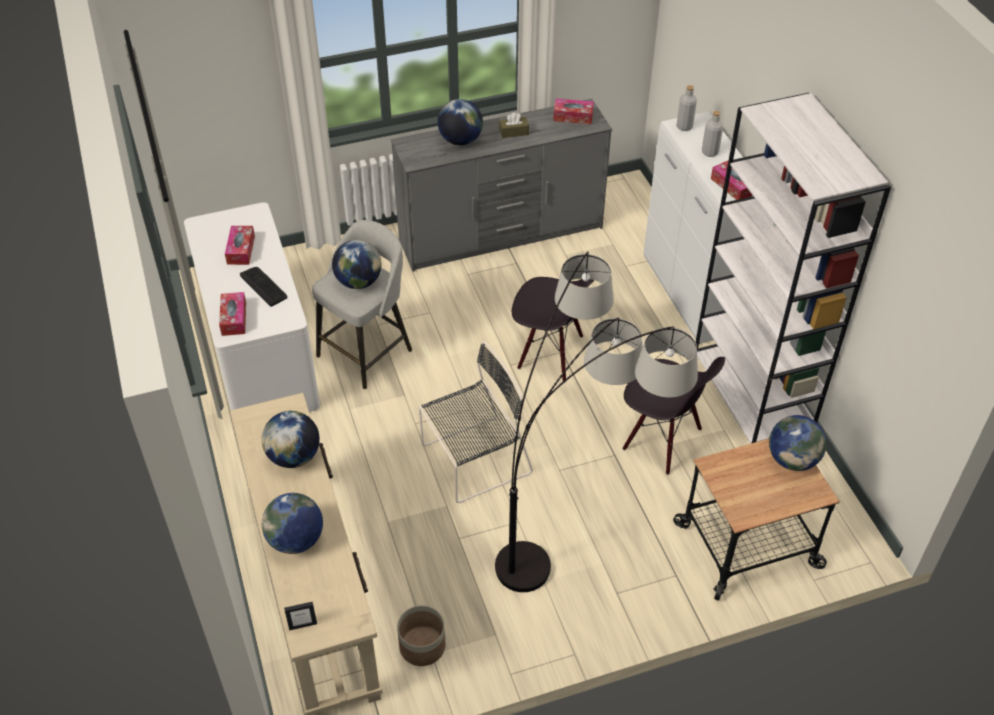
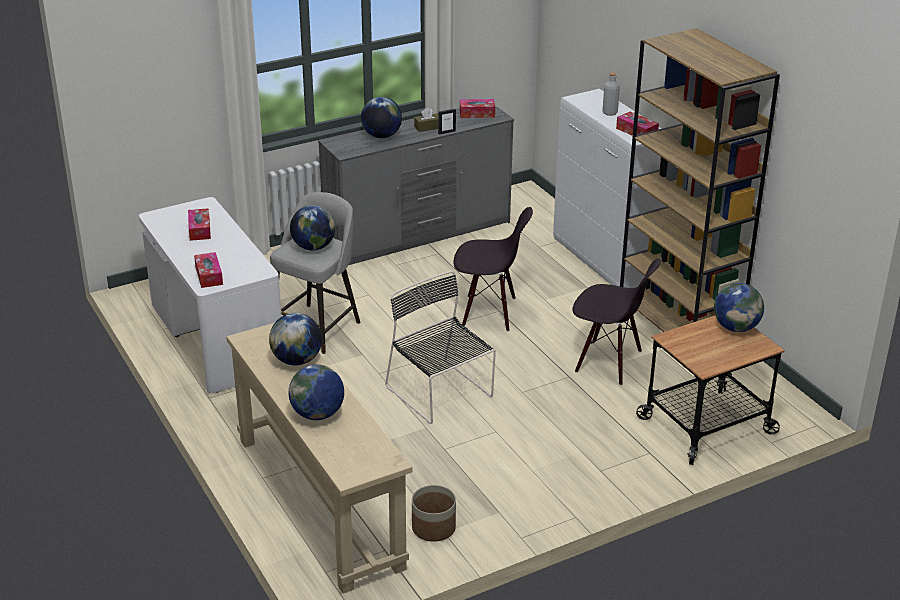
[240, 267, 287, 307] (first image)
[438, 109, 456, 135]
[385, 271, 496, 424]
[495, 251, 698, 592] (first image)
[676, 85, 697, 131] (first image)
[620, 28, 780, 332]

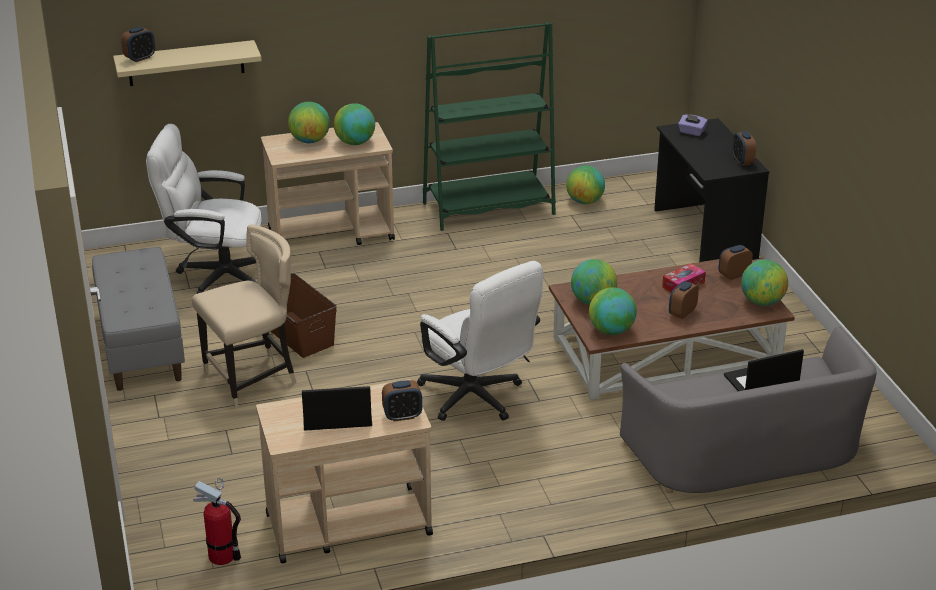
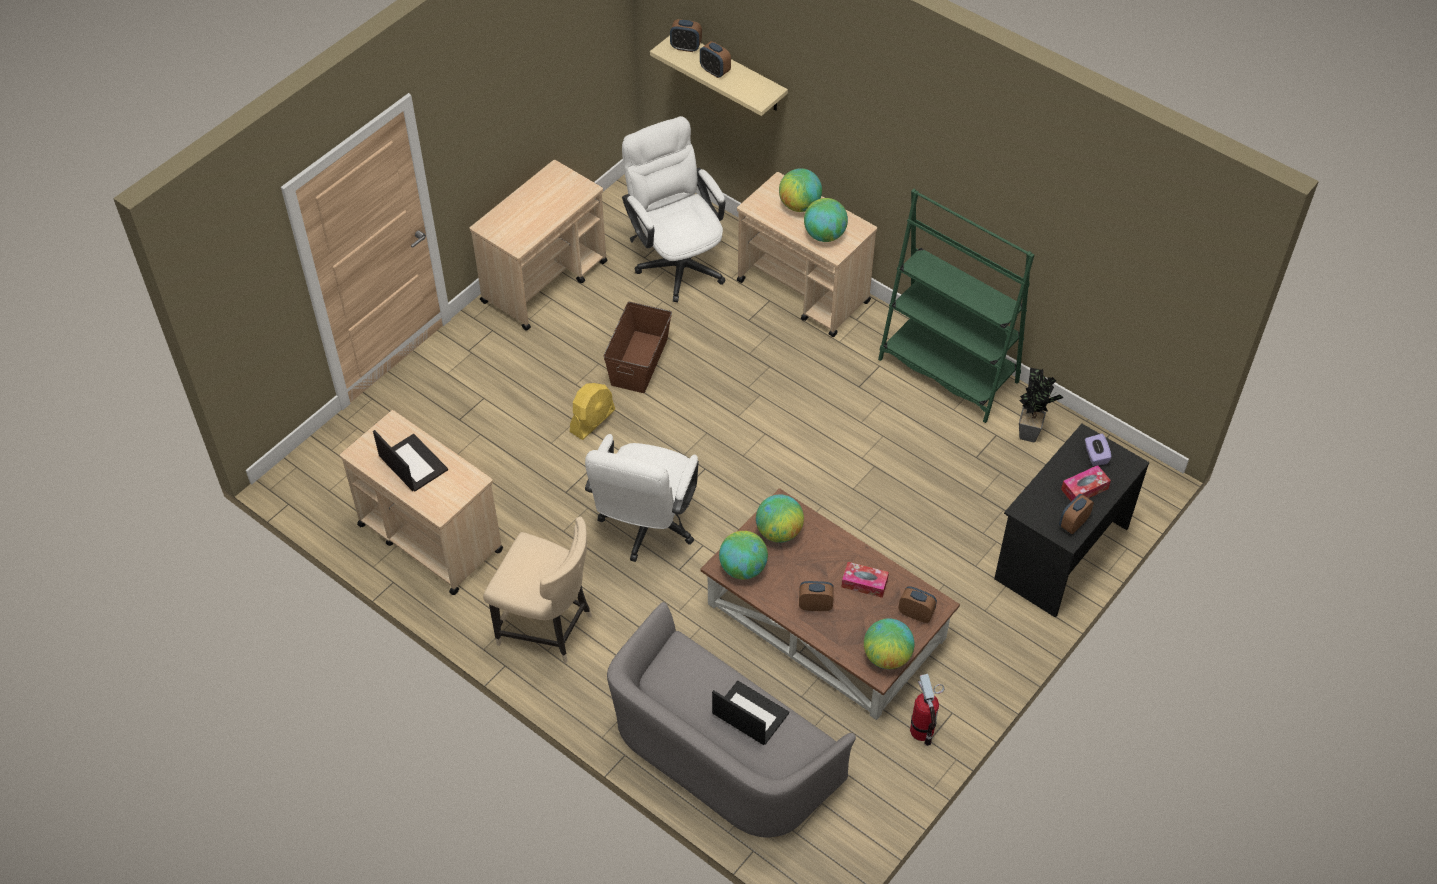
[470, 160, 608, 331]
[483, 517, 592, 663]
[910, 674, 944, 746]
[700, 41, 731, 78]
[1019, 368, 1064, 442]
[570, 383, 615, 440]
[1061, 465, 1111, 501]

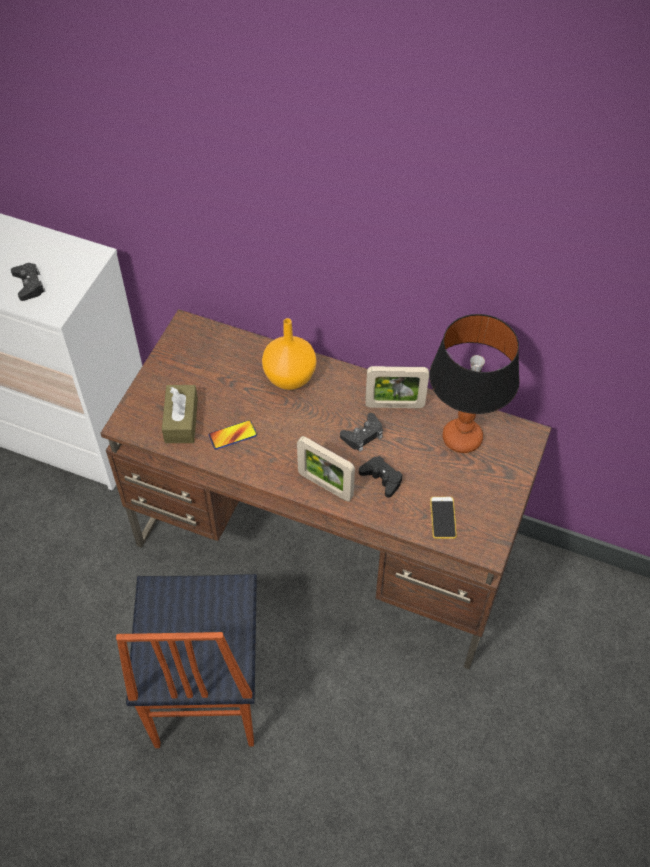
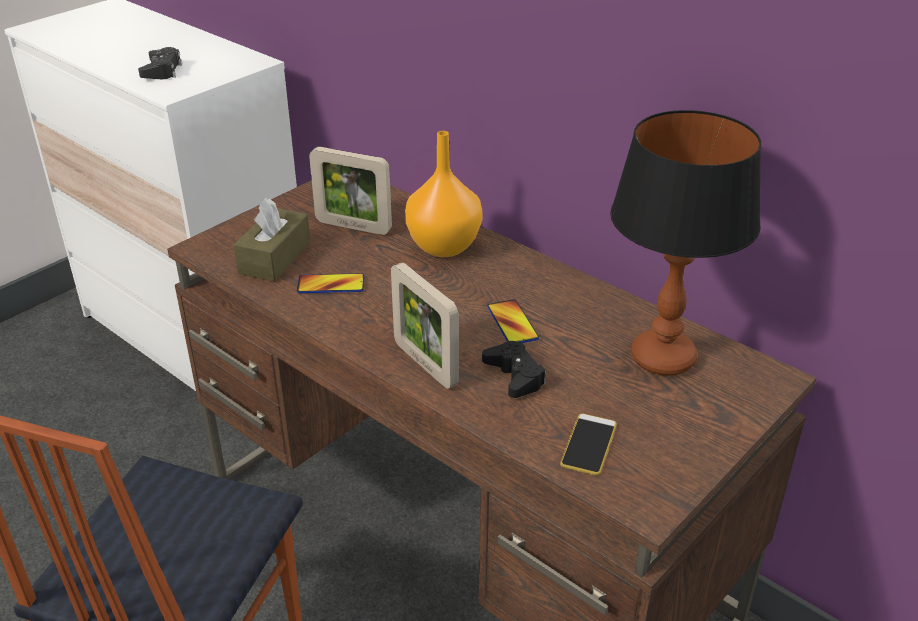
[487, 299, 539, 343]
[309, 147, 392, 235]

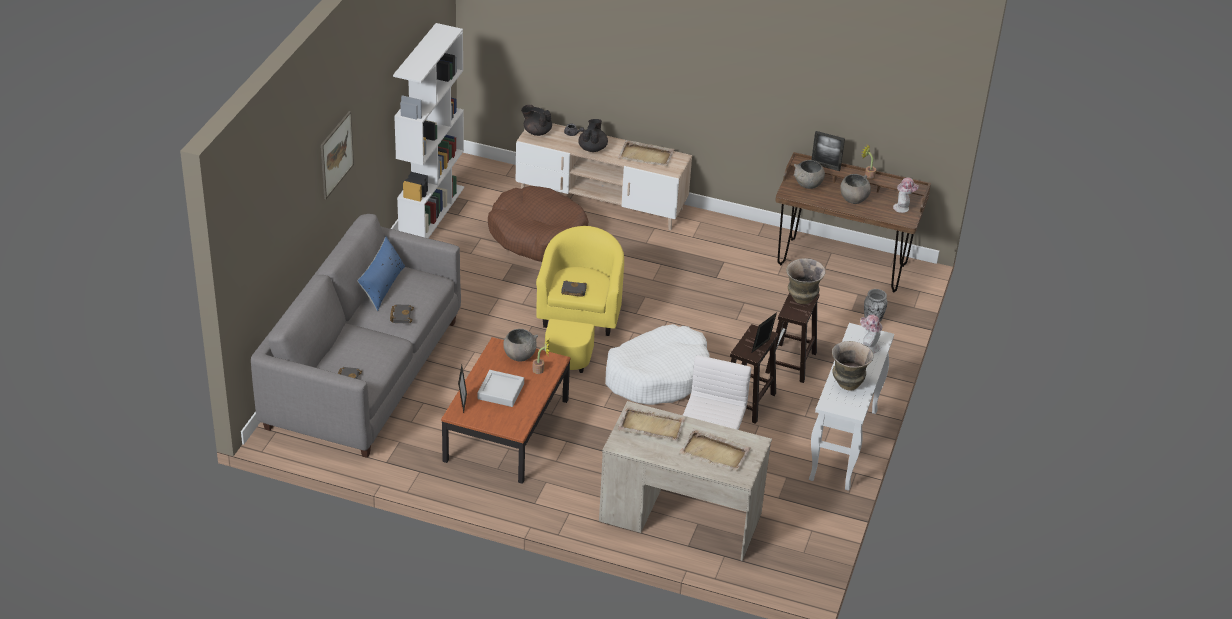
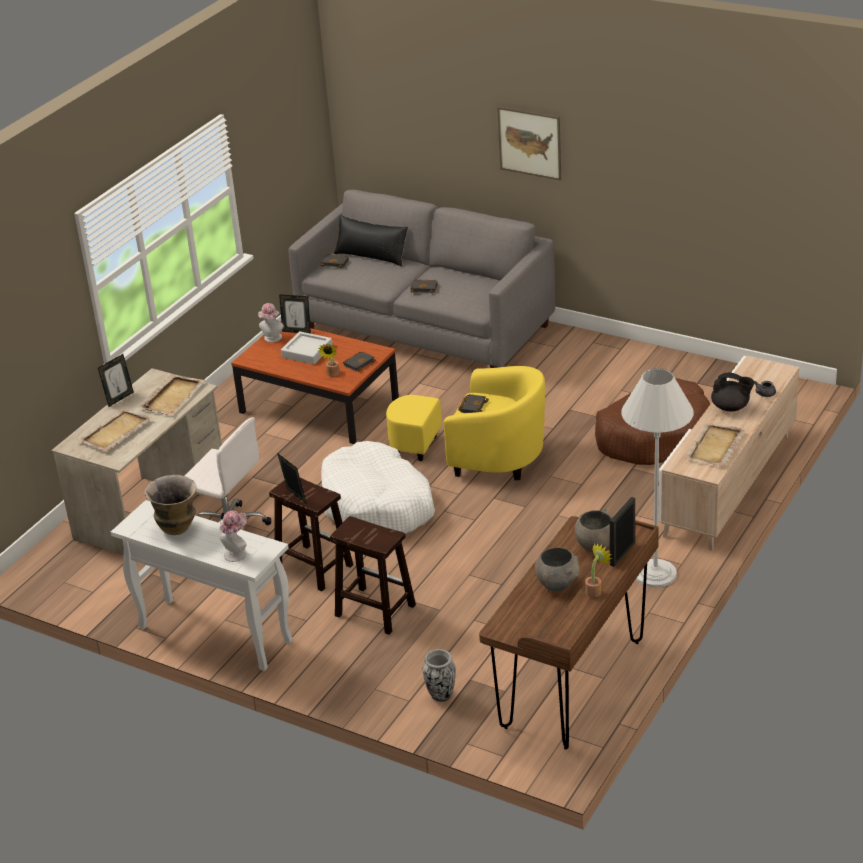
[357, 236, 405, 311] (first image)
[393, 23, 464, 238] (first image)
[343, 351, 376, 372]
[521, 105, 552, 136] (first image)
[786, 258, 826, 304] (first image)
[258, 303, 284, 342]
[98, 354, 134, 407]
[334, 215, 408, 266]
[621, 368, 694, 588]

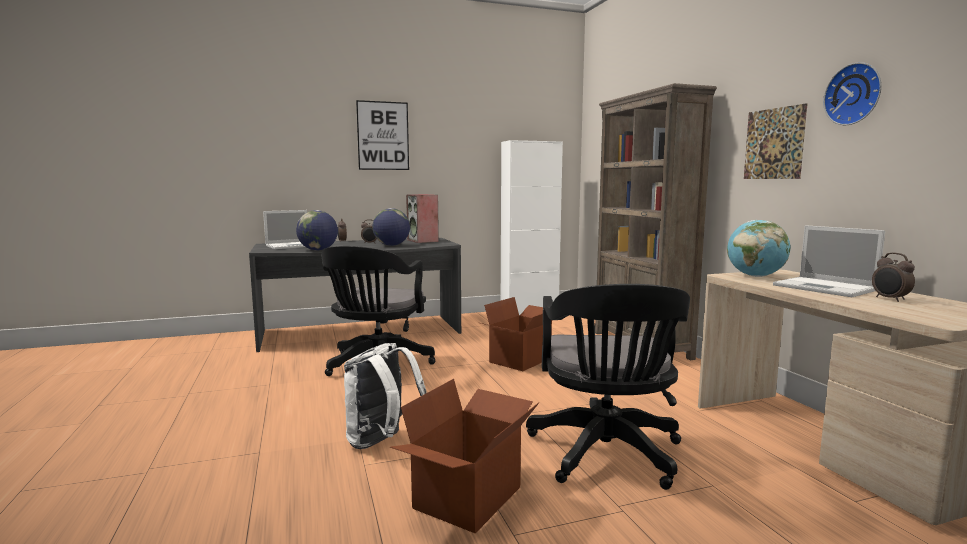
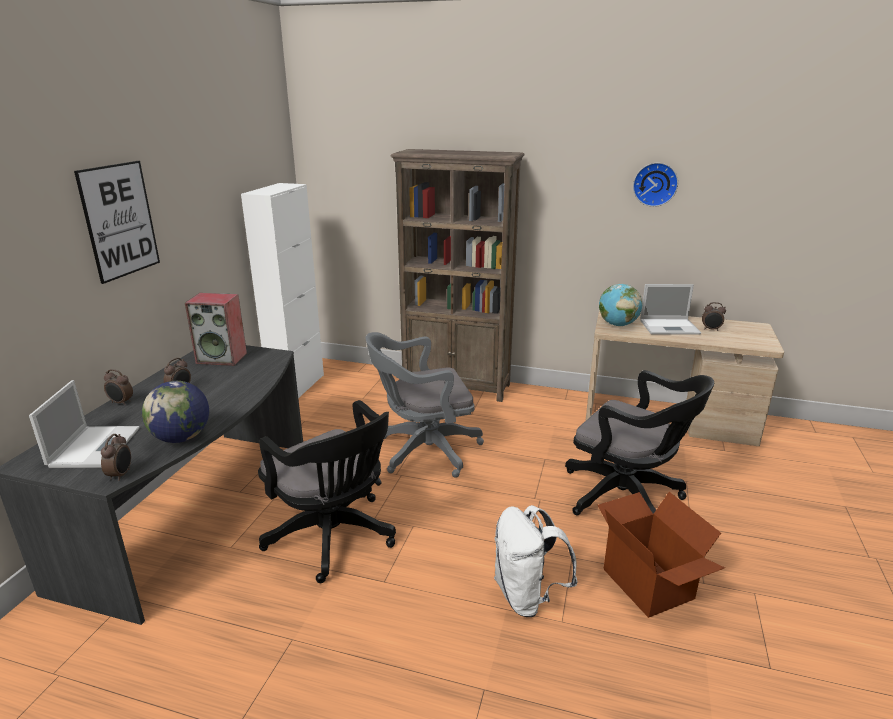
[372, 208, 410, 246] (first image)
[365, 332, 484, 478]
[744, 103, 807, 179] (first image)
[101, 434, 131, 481]

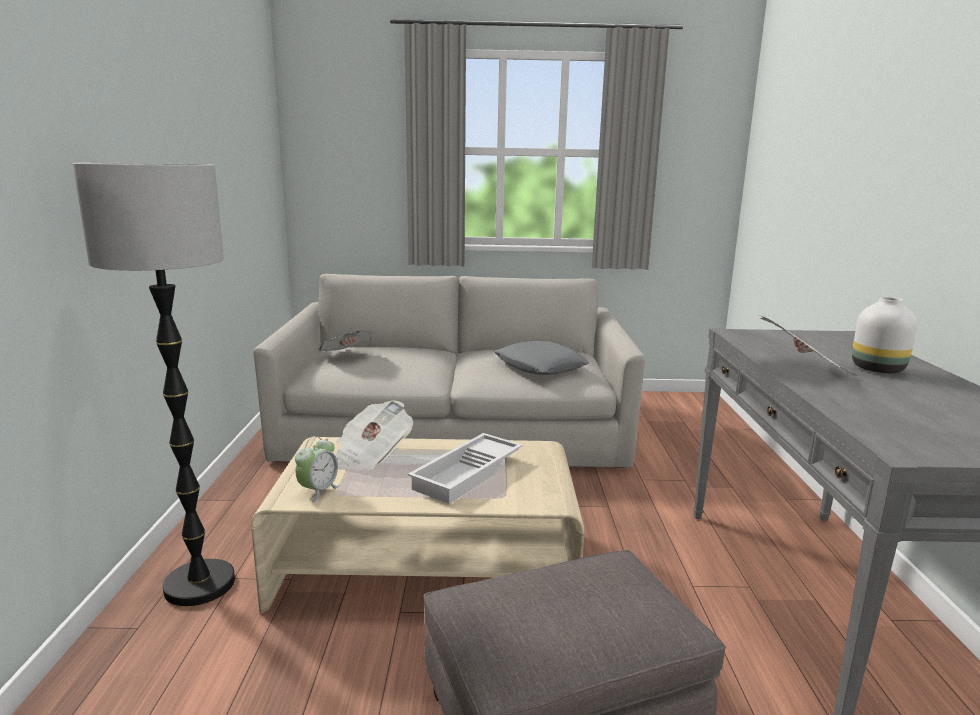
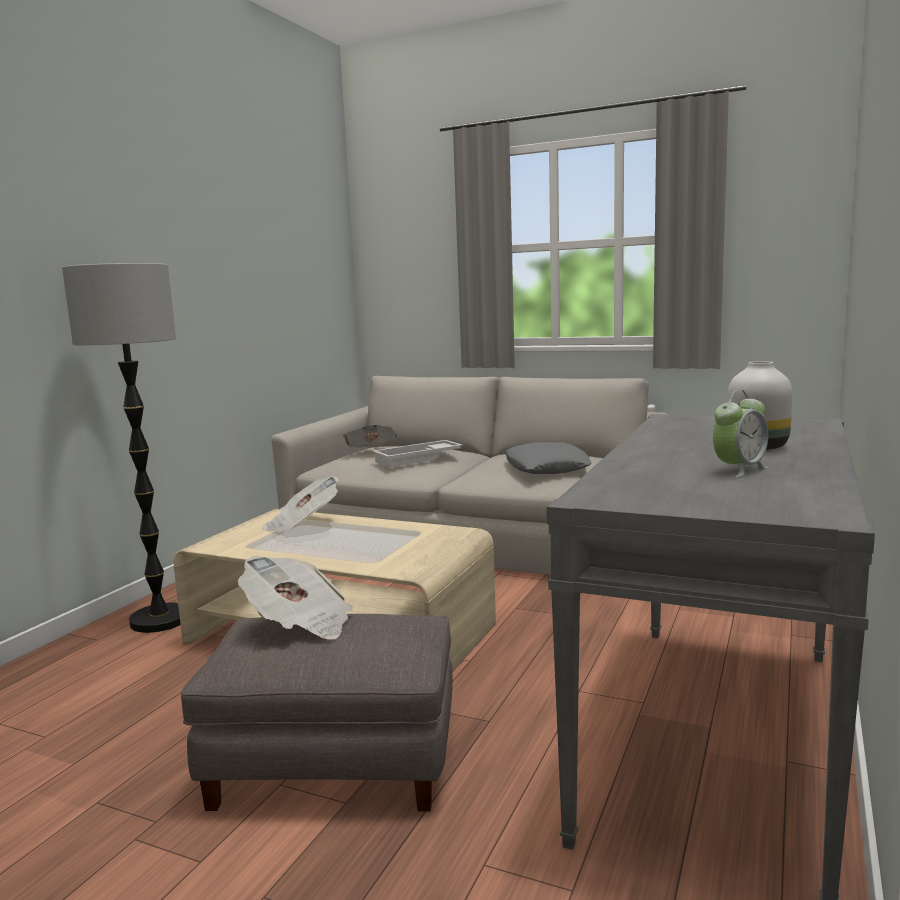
[713, 390, 768, 477]
[372, 440, 463, 468]
[238, 556, 353, 640]

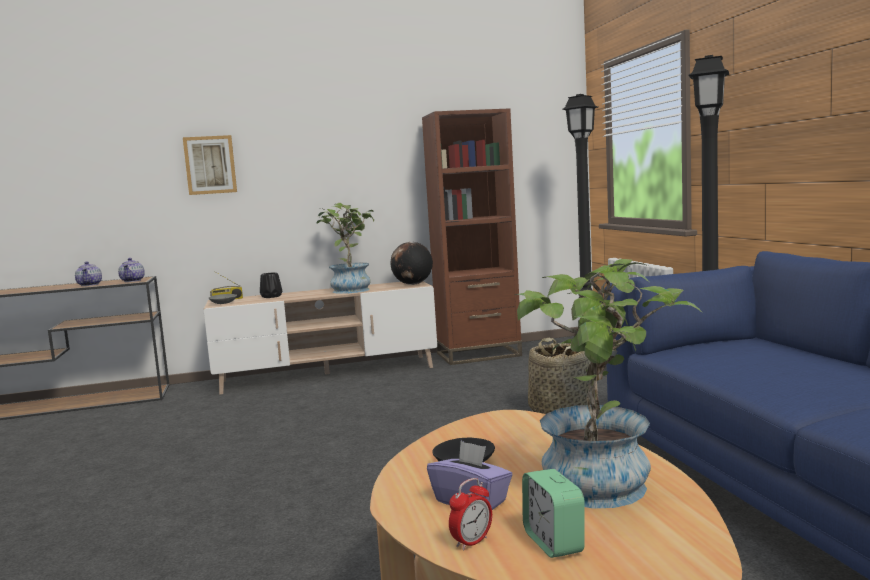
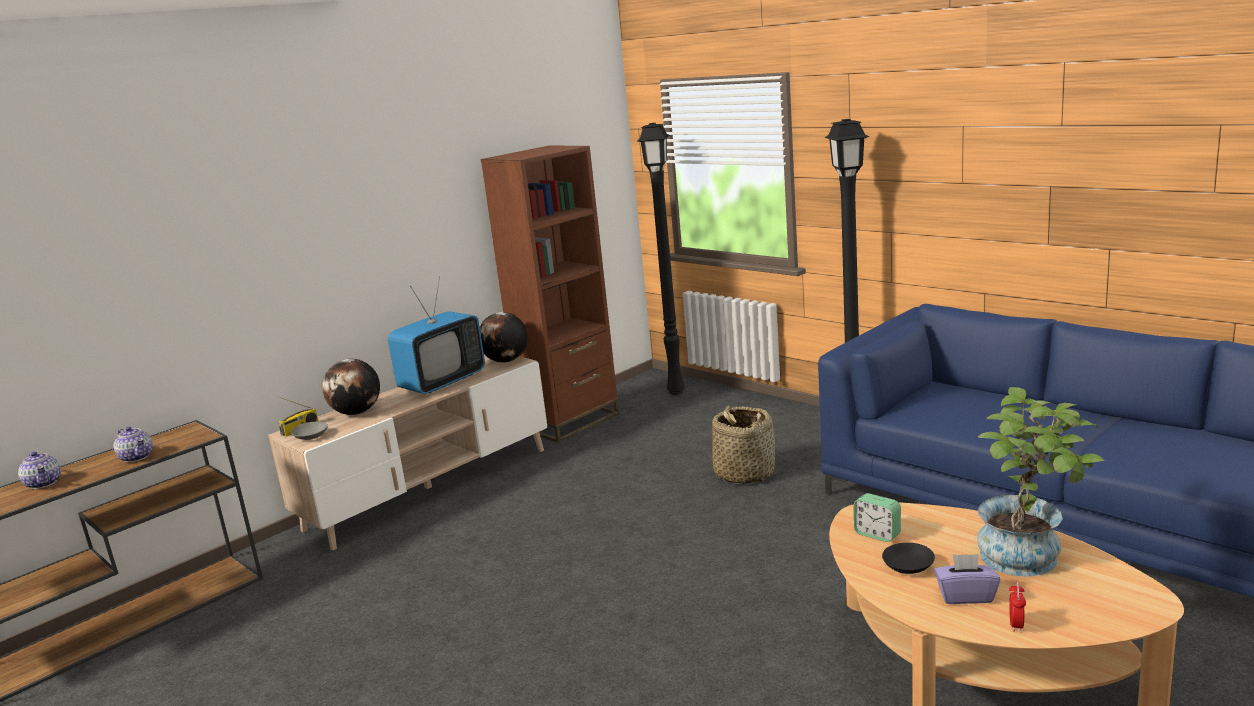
[18, 452, 61, 489]
[183, 135, 237, 195] (first image)
[322, 359, 380, 415]
[388, 276, 485, 394]
[854, 493, 901, 542]

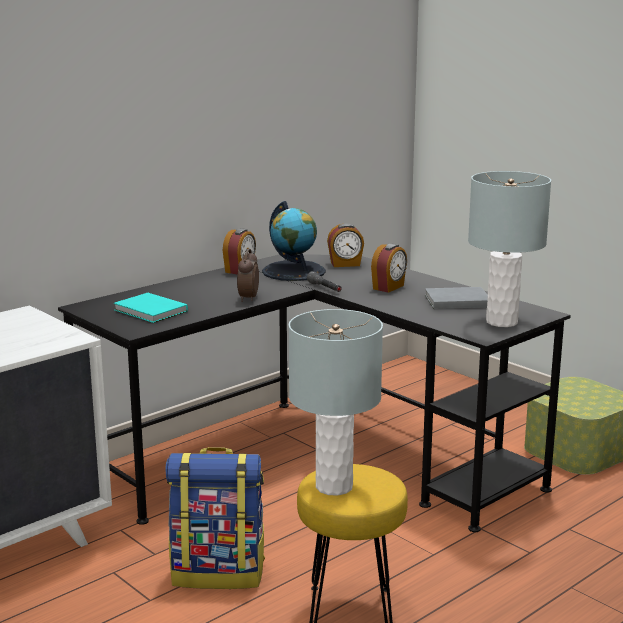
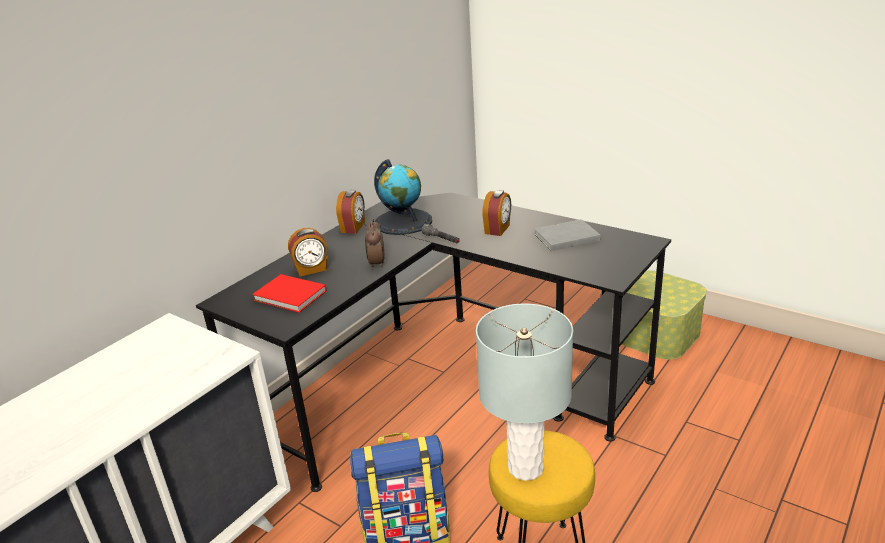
[252, 274, 327, 313]
[288, 228, 328, 276]
[468, 171, 551, 327] (first image)

